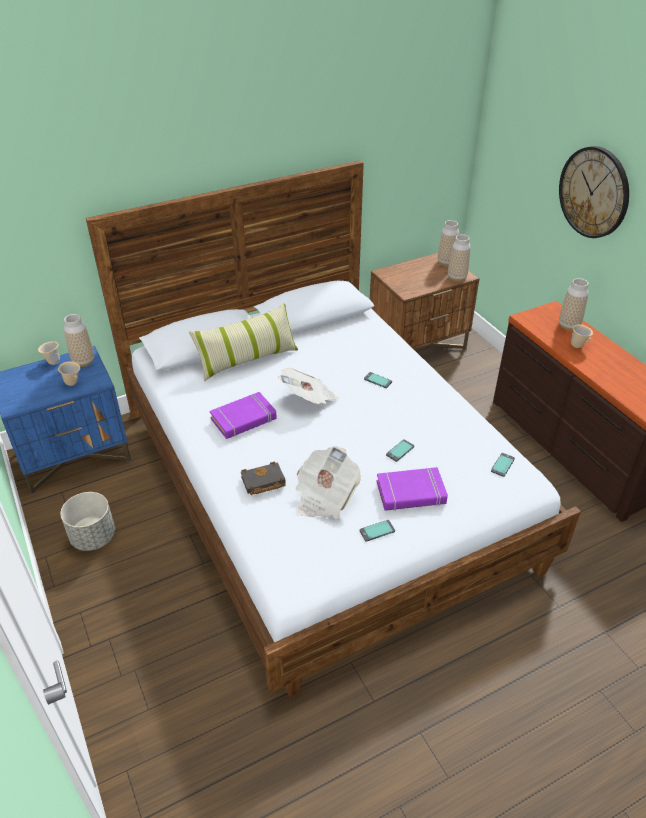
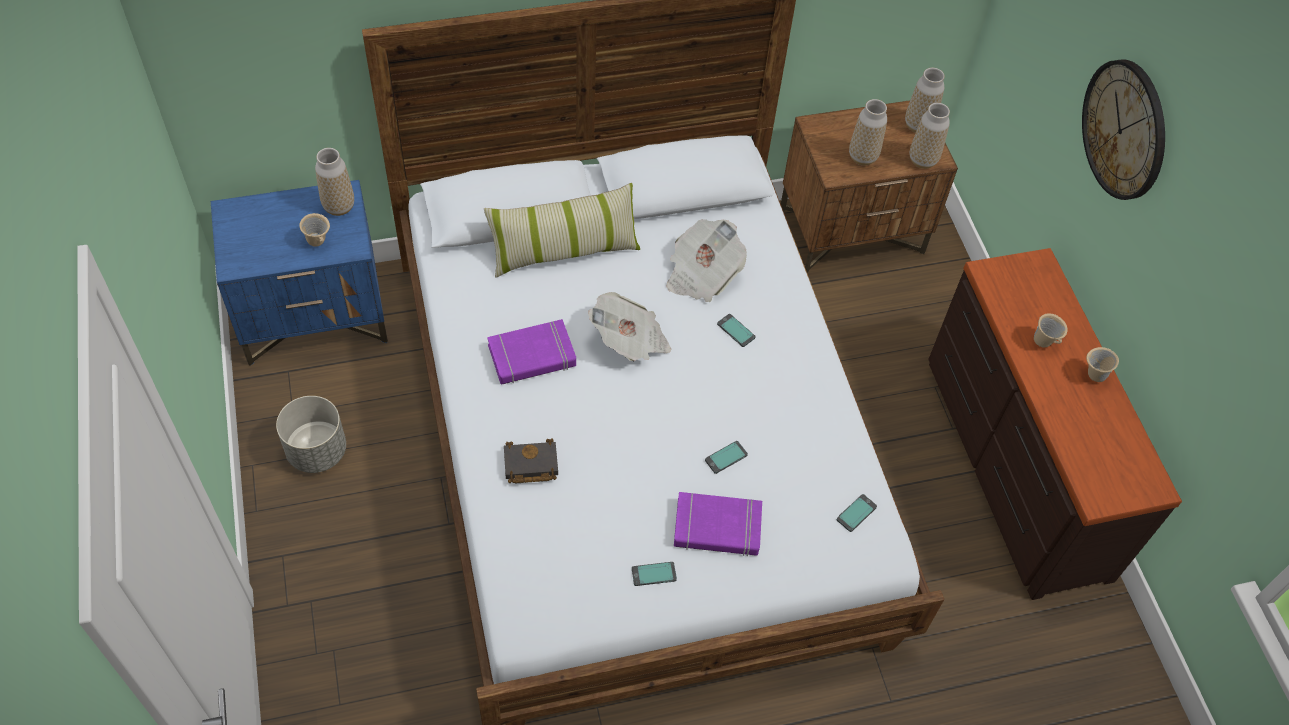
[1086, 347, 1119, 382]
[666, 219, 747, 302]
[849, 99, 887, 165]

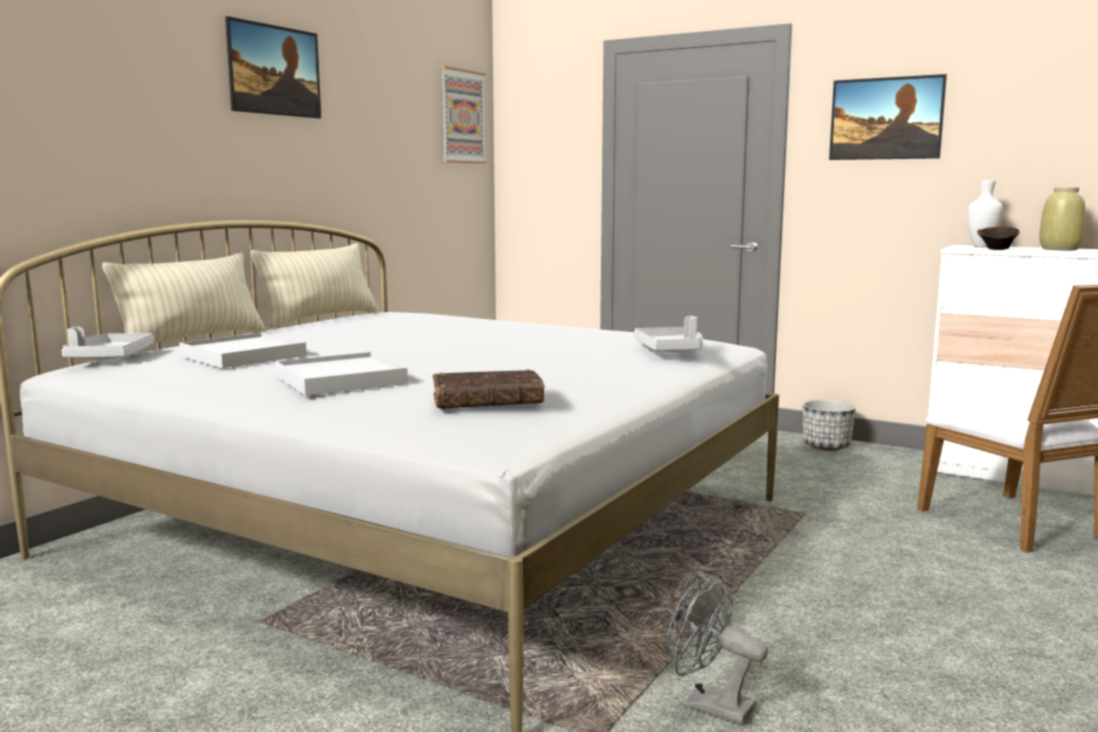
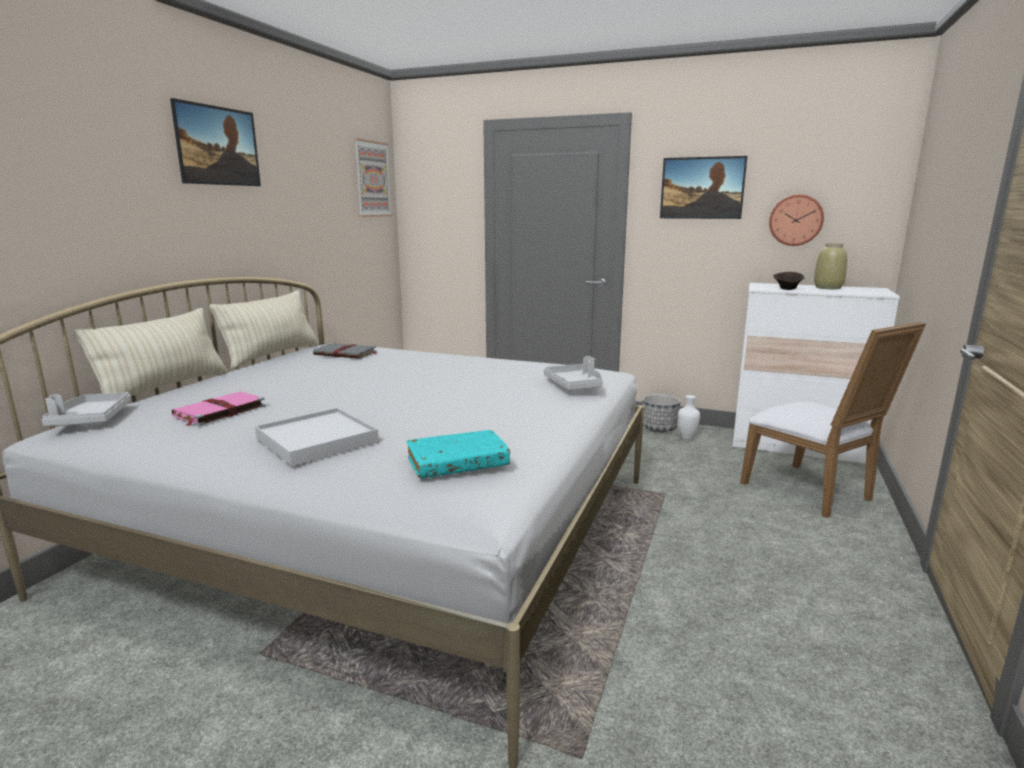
[171, 391, 265, 426]
[407, 430, 510, 478]
[667, 574, 768, 725] (first image)
[678, 395, 700, 440]
[313, 343, 377, 359]
[769, 195, 824, 246]

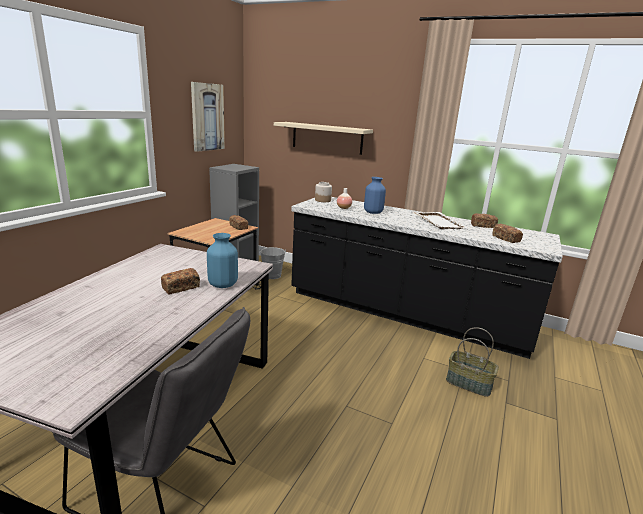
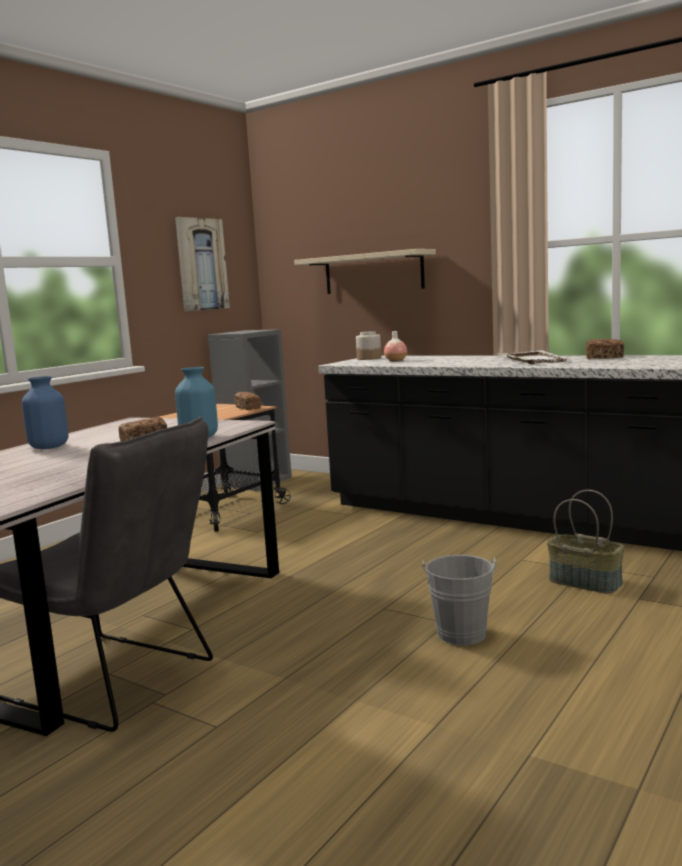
[422, 555, 496, 646]
[22, 376, 68, 449]
[492, 224, 523, 243] (first image)

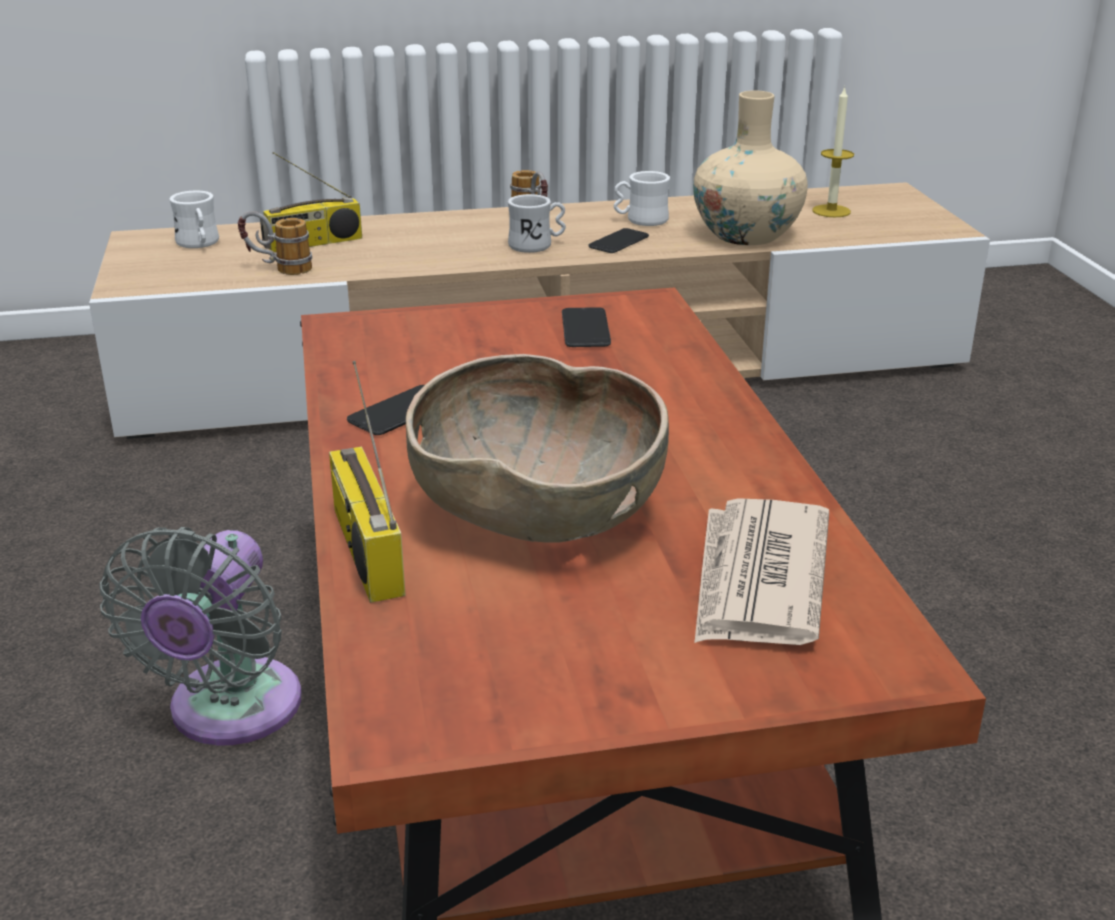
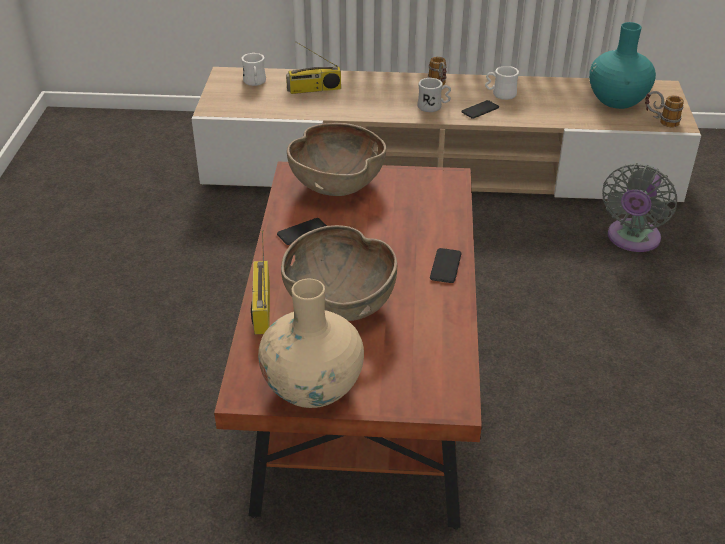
[602, 163, 677, 252]
[645, 91, 684, 127]
[430, 248, 462, 283]
[258, 279, 364, 408]
[694, 498, 829, 645] (first image)
[589, 22, 656, 109]
[287, 123, 386, 196]

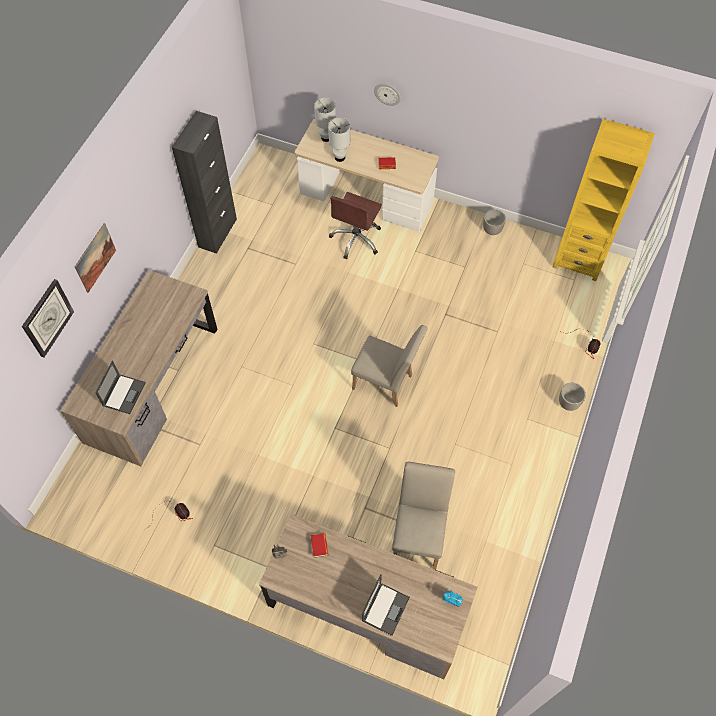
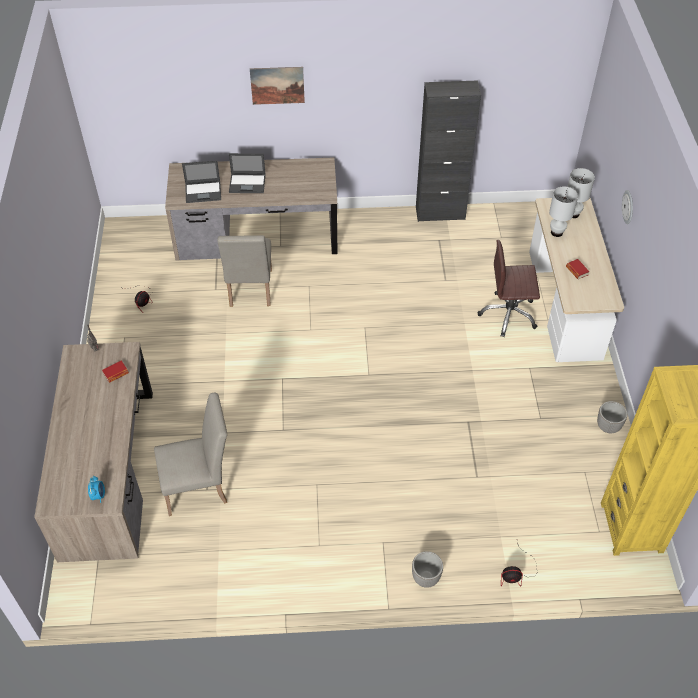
[22, 279, 74, 358] (first image)
[217, 235, 272, 307]
[229, 153, 266, 193]

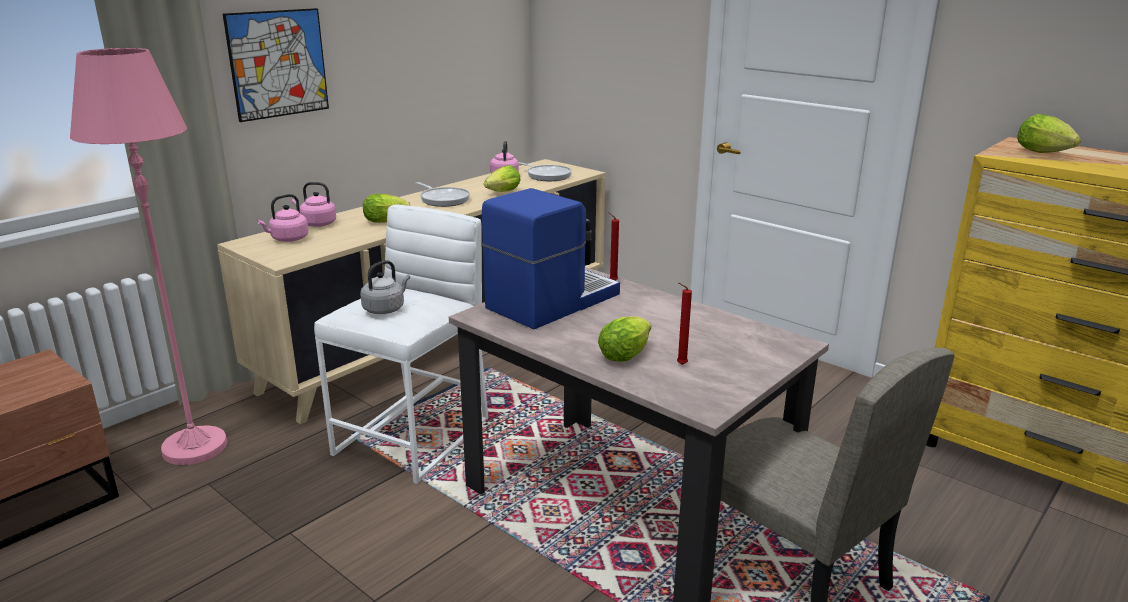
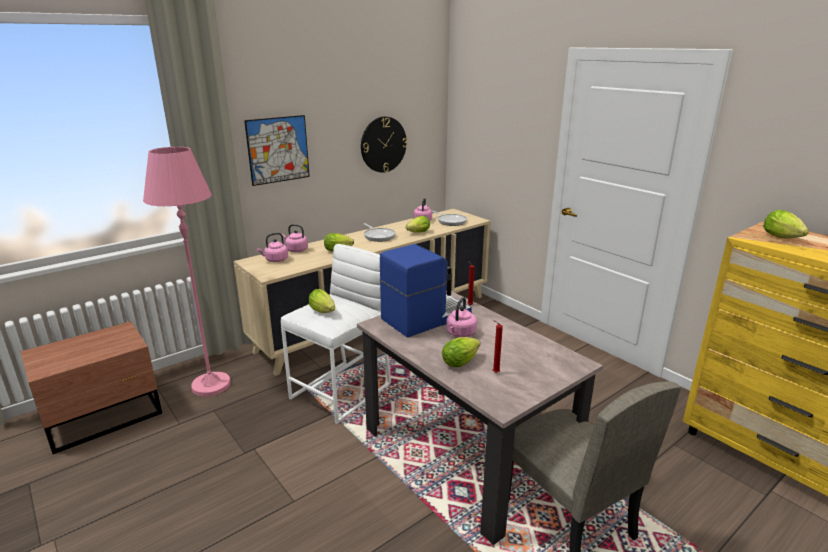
[309, 289, 335, 313]
[361, 117, 407, 173]
[446, 297, 477, 337]

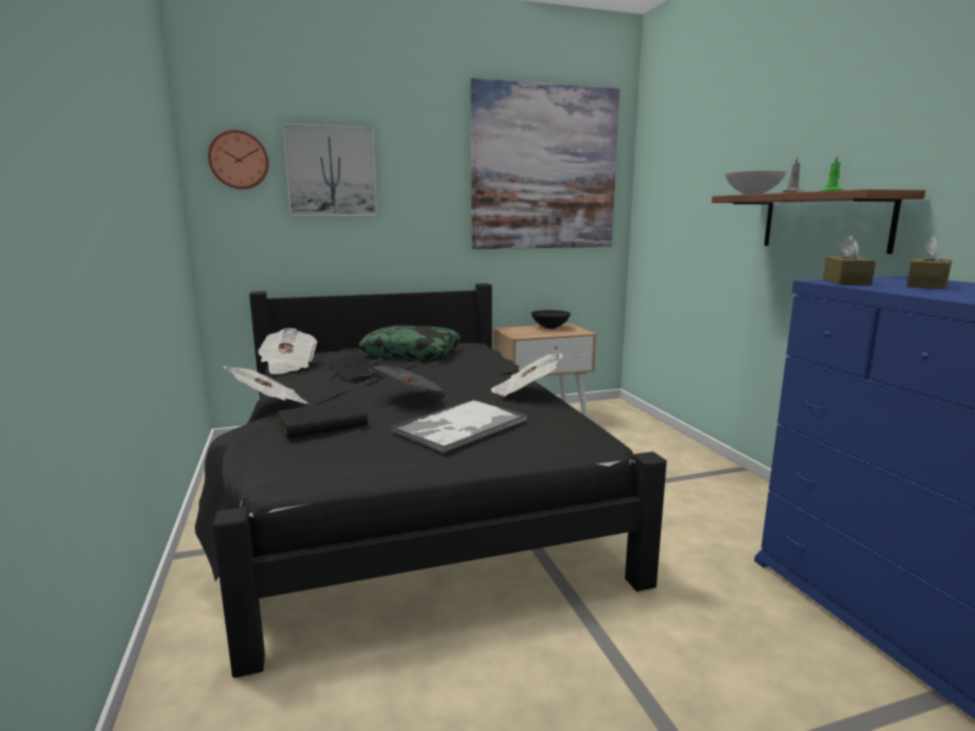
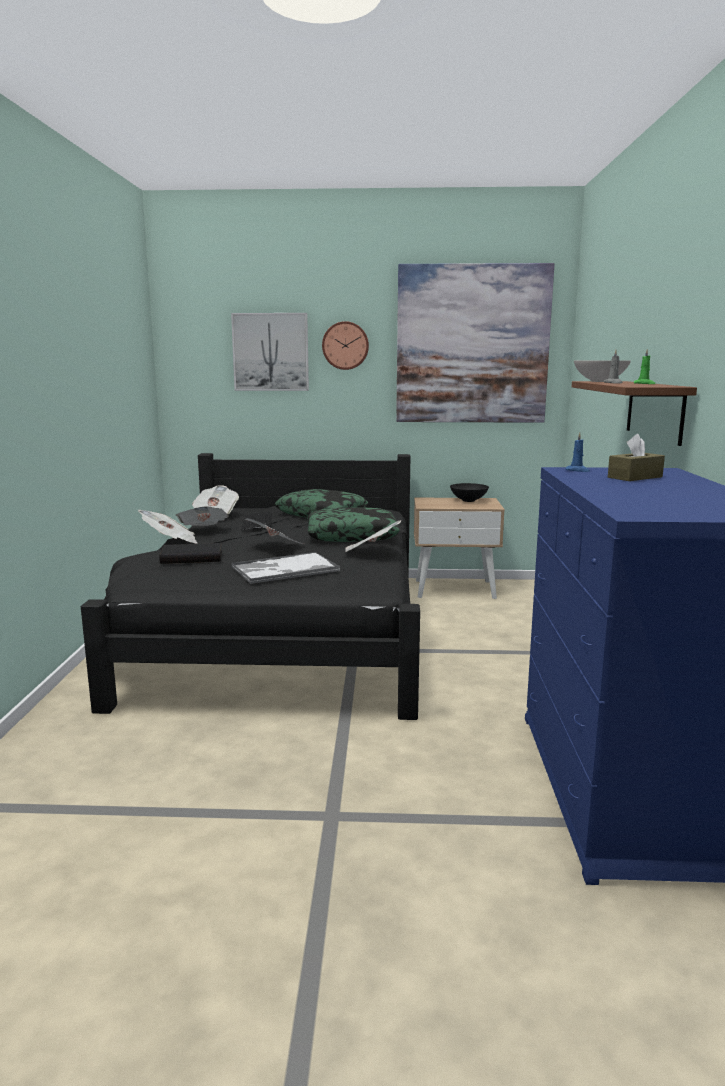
[322, 321, 369, 370]
[565, 432, 590, 472]
[176, 506, 229, 526]
[307, 507, 400, 542]

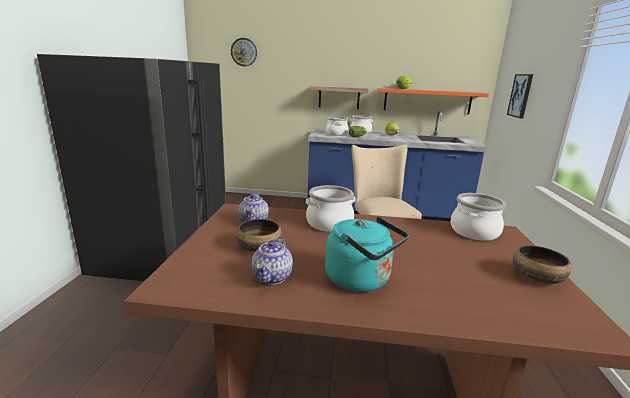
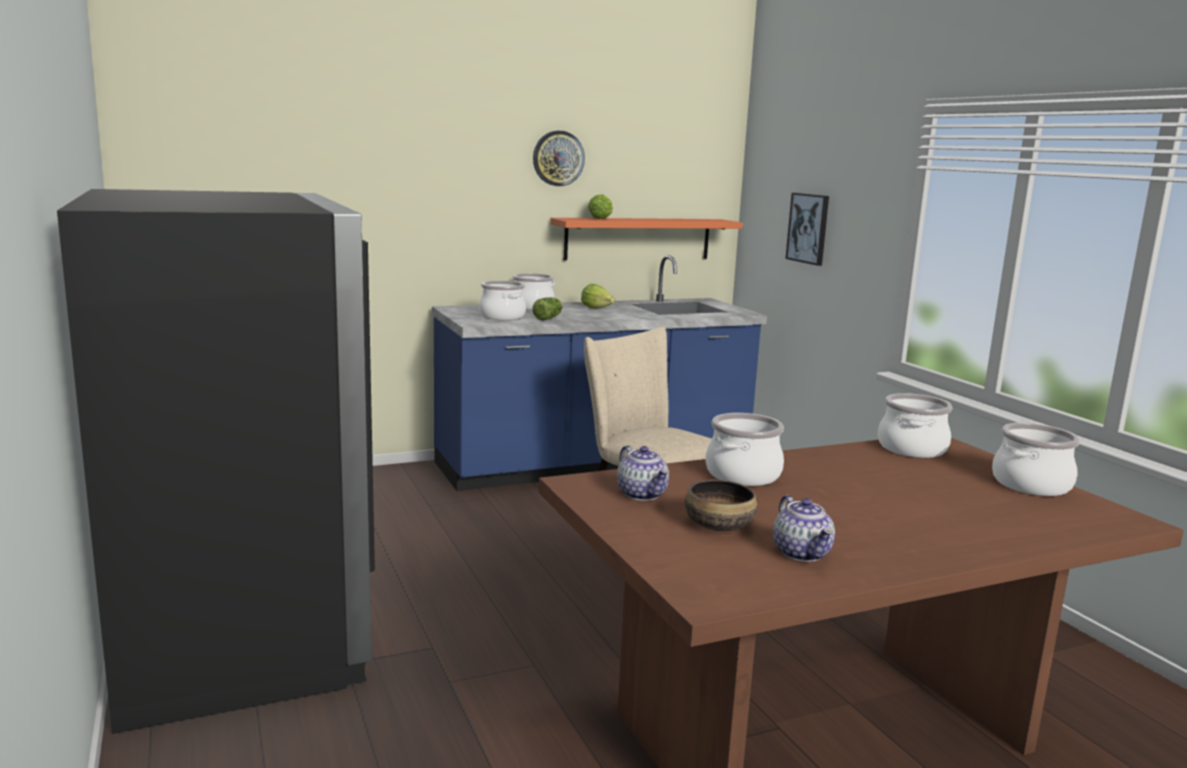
[533, 131, 585, 186]
[309, 85, 369, 109] (first image)
[325, 217, 409, 292] (first image)
[992, 423, 1080, 496]

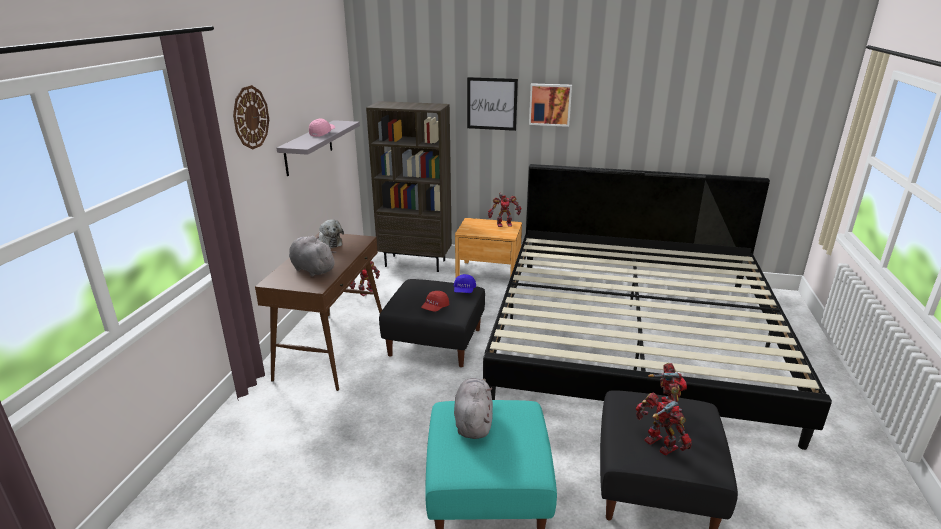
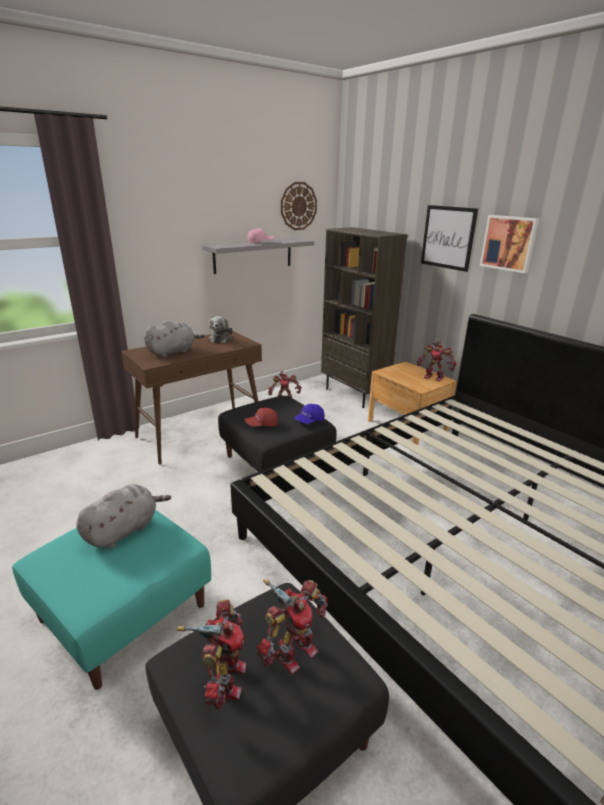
[281, 182, 317, 230]
[144, 321, 205, 357]

